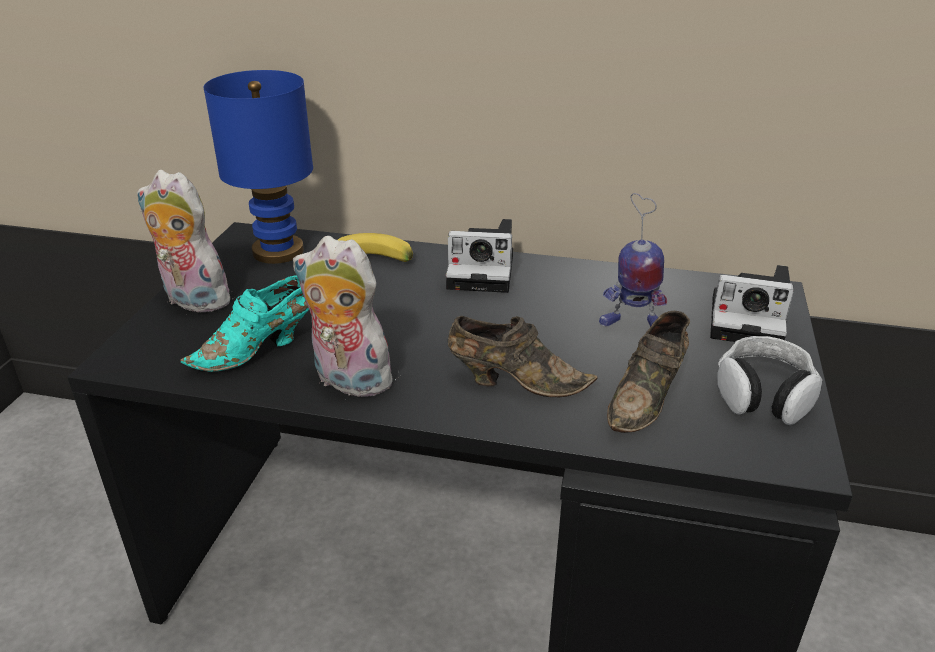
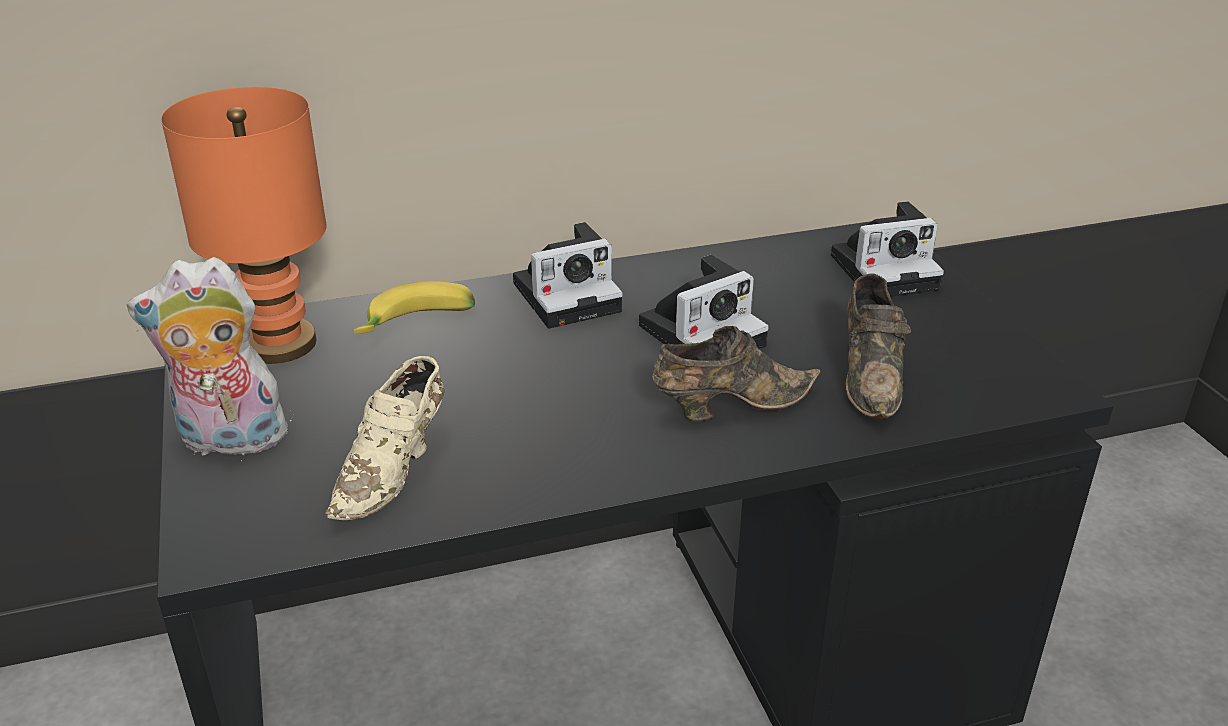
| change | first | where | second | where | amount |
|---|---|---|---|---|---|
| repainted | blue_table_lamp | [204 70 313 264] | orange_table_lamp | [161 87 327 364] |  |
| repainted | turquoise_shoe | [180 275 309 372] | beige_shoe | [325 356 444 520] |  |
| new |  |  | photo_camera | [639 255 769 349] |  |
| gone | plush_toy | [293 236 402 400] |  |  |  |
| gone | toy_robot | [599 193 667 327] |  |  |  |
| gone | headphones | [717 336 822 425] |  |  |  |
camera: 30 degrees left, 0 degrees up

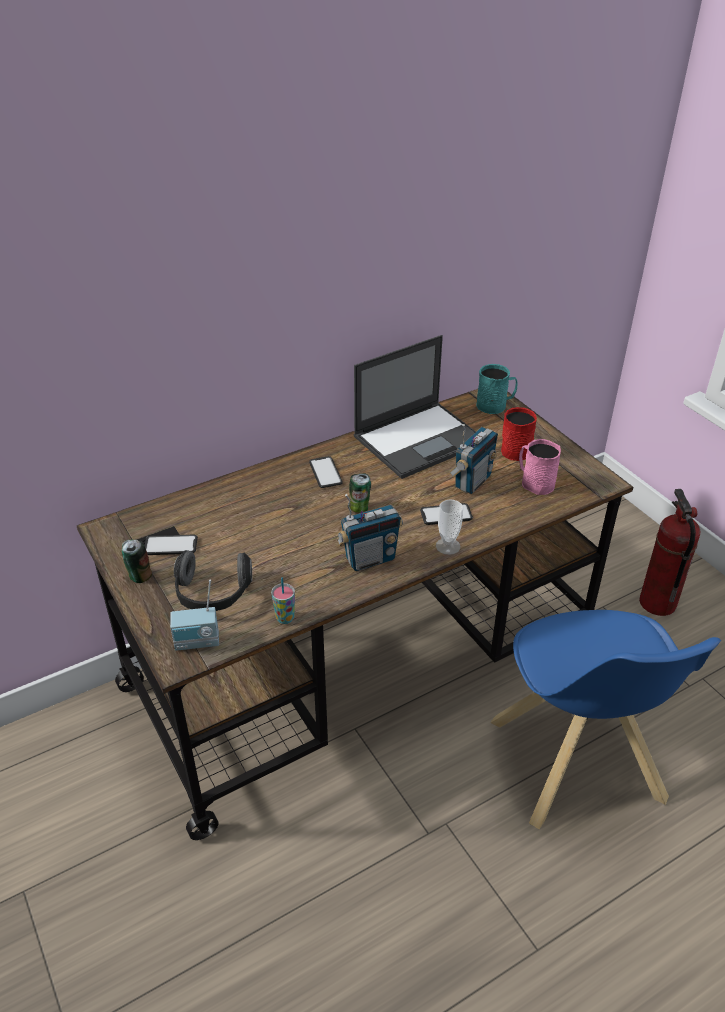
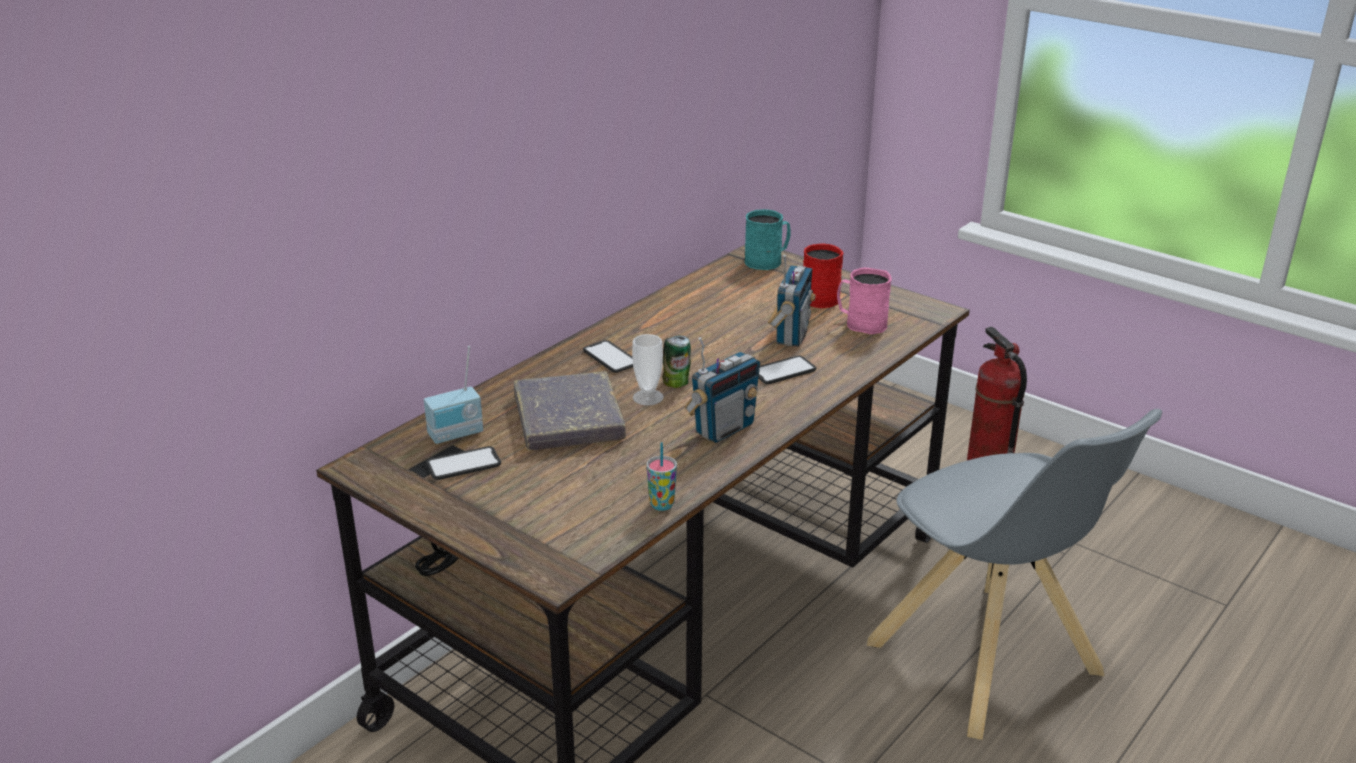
| change | first | where | second | where | amount |
|---|---|---|---|---|---|
| shifted | radio | [170 580 219 651] |  | [424 346 483 444] |  |
| new |  |  | grey_book | [514 371 626 450] |  |
| shifted | cup | [436 499 463 555] |  | [632 334 664 406] |  |
| repainted | blue_chair | [490 610 721 830] | grey_chair | [867 409 1162 740] |  |
| gone | can | [122 539 152 583] |  |  |  |
| gone | headphones | [174 550 252 611] |  |  |  |
| gone | laptop | [354 335 476 479] |  |  |  |
camera: 20 degrees left, 10 degrees down

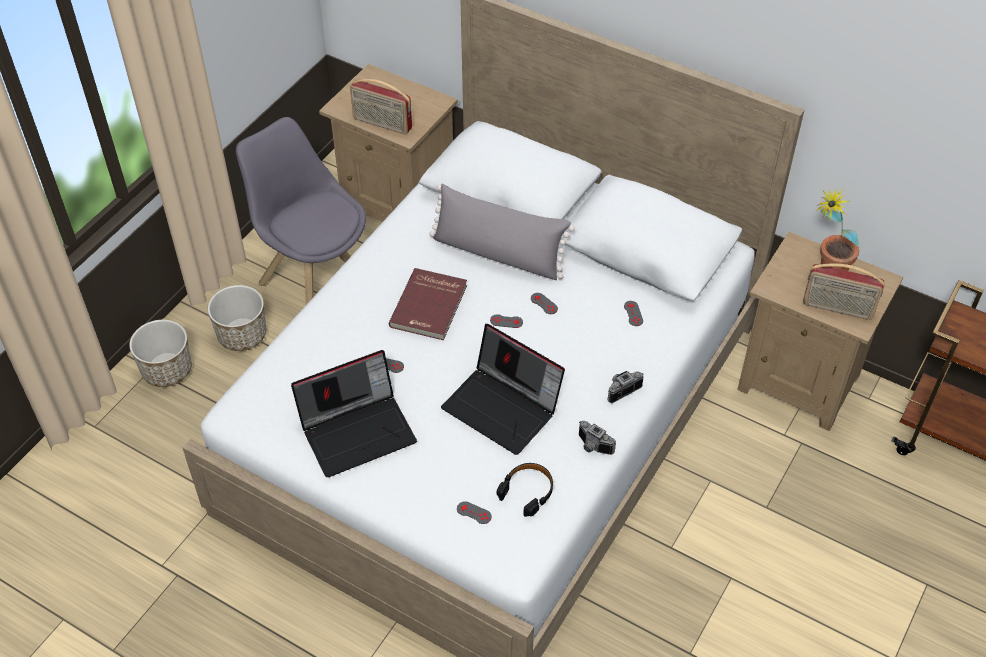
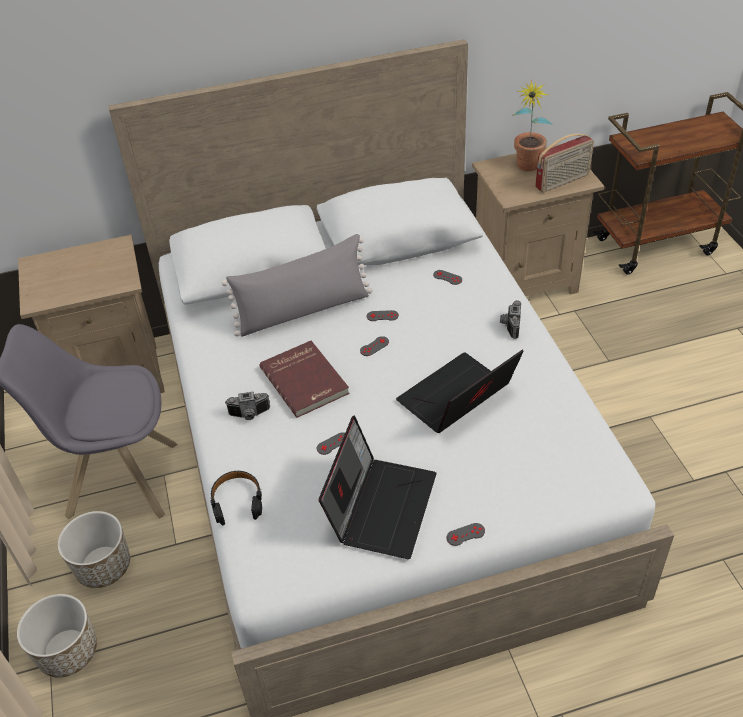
| change | first | where | second | where | amount |
|---|---|---|---|---|---|
| shifted | black_headphones | [497 463 553 517] |  | [210 471 262 526] |  |
| shifted | photo_camera | [579 421 616 455] |  | [225 392 270 420] |  |
| rotated | laptop | [441 324 565 455] |  | [396 349 524 433] | 150 degrees clockwise |
| shifted | grey_game_controller | [457 501 492 524] |  | [447 523 485 546] |  |
| gone | radio | [350 79 412 135] |  |  |  |
camera: 45 degrees left, 5 degrees down

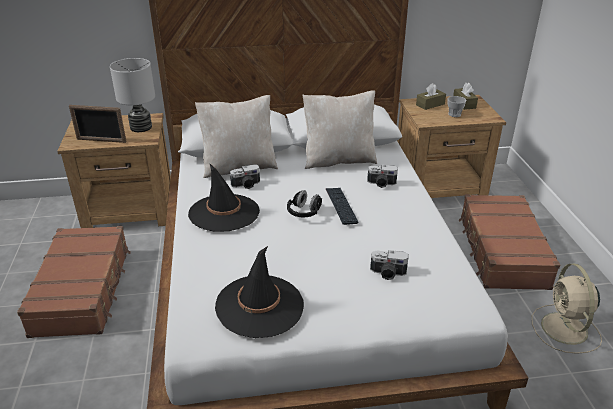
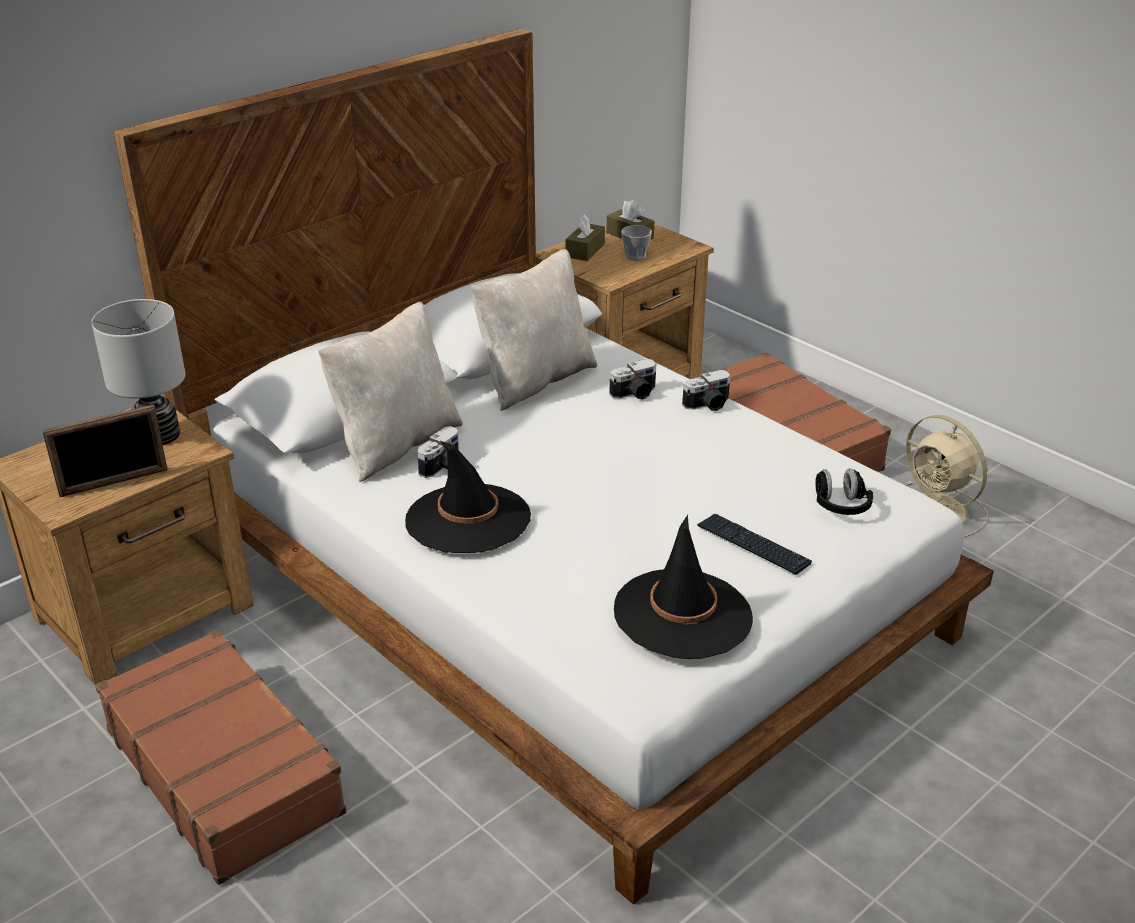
| change | first | where | second | where | amount |
|---|---|---|---|---|---|
| shifted | photo_camera | [370 250 409 280] |  | [682 370 731 411] |  |
| shifted | keyboard | [326 188 359 225] |  | [697 513 812 575] |  |
| shifted | black_headphones | [287 190 322 218] |  | [815 468 873 515] |  |
camera: 35 degrees left, 0 degrees up

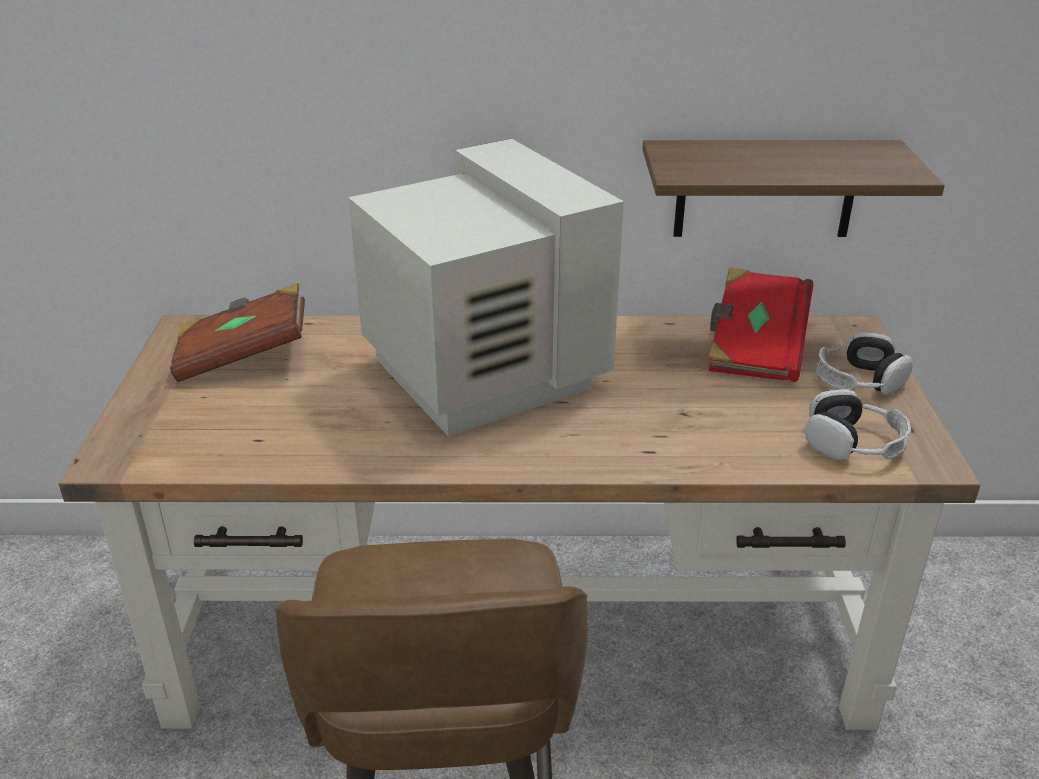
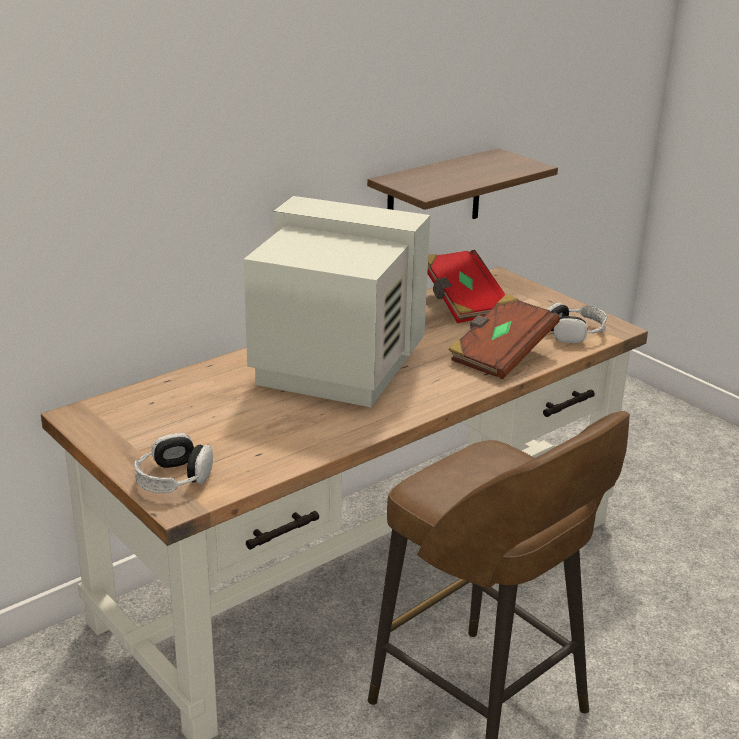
| change | first | where | second | where | amount |
|---|---|---|---|---|---|
| shifted | headphones | [816 332 913 395] |  | [134 433 213 493] |  |
| shifted | brown_book | [170 283 305 382] |  | [448 294 560 379] |  |
camera: 40 degrees left, 5 degrees down

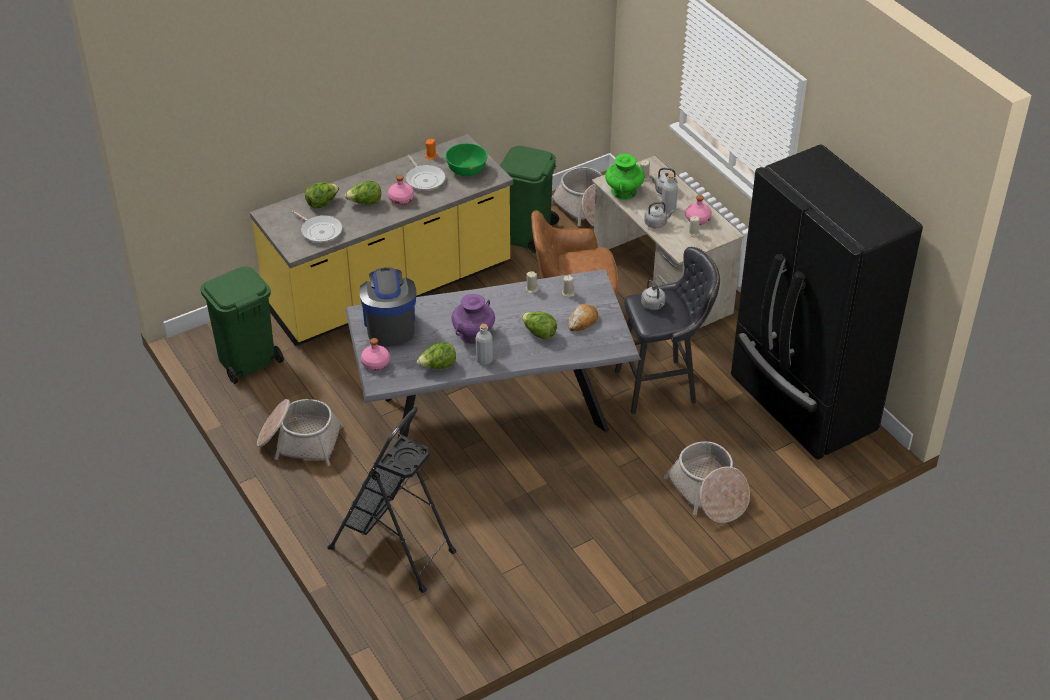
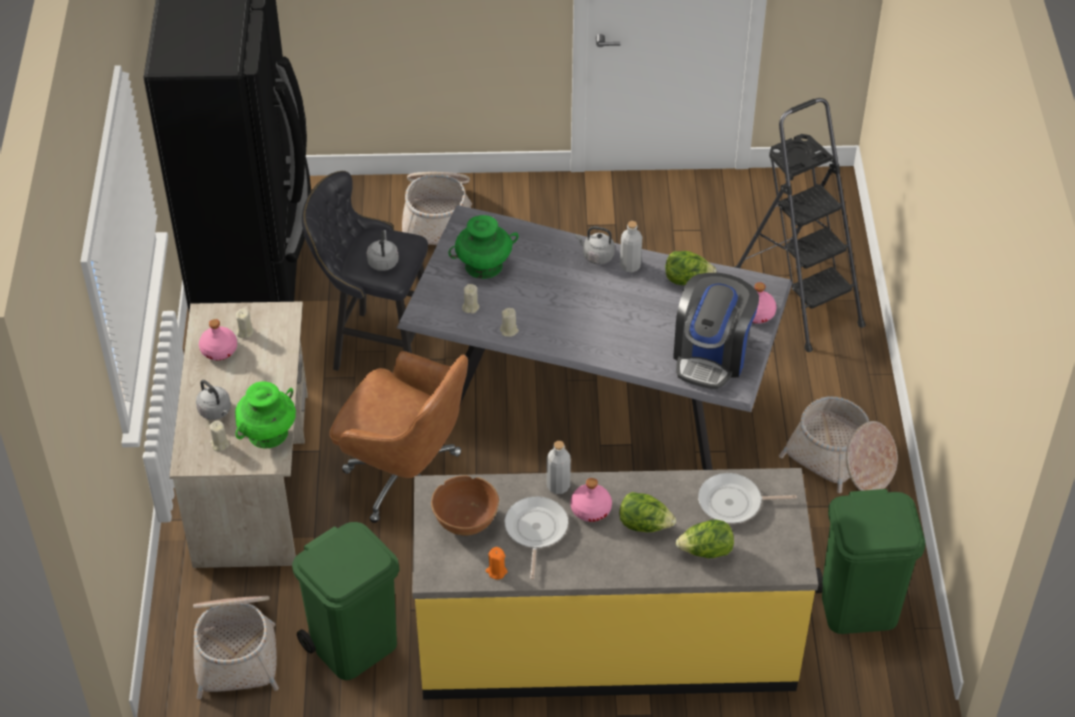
| change | first | where | second | where | amount |
|---|---|---|---|---|---|
| repainted | green_bowl | [445 143 488 176] | brown_bowl | [431 475 499 536] |  |
| swapped | bread | [568 304 598 331] | green_vase | [448 215 518 279] |  |
| shifted | grey_bottle | [661 174 678 213] |  | [547 441 571 494] |  |
| shifted | grey_kettle | [644 202 674 228] |  | [576 226 615 264] |  |
| rotated | frying_pan | [292 210 342 243] |  | [698 473 797 524] | 75 degrees counterclockwise |
| gone | purple_vase | [452 294 495 344] |  |  |  |
| gone | lettuce | [522 311 557 340] |  |  |  |
camera: 150 degrees left, 5 degrees up

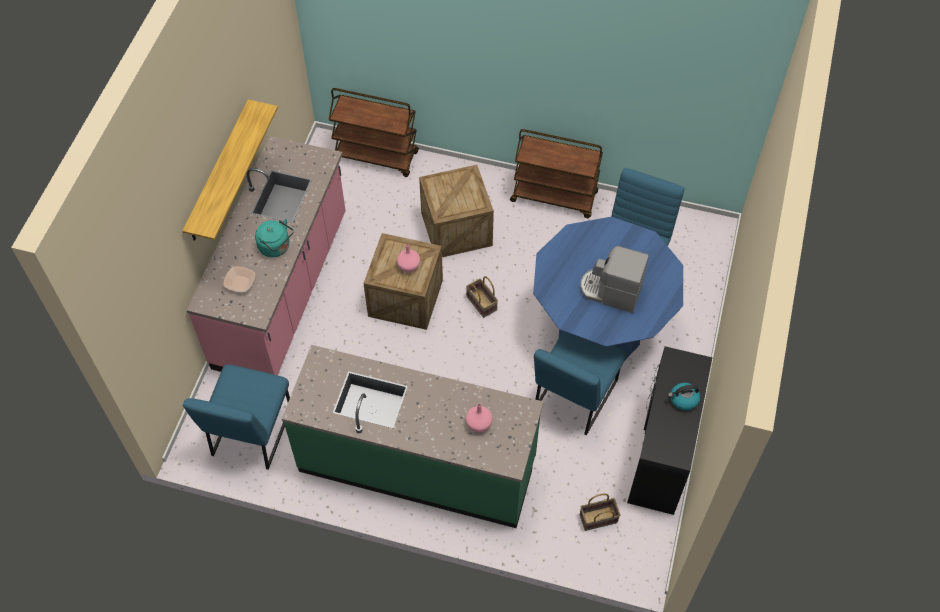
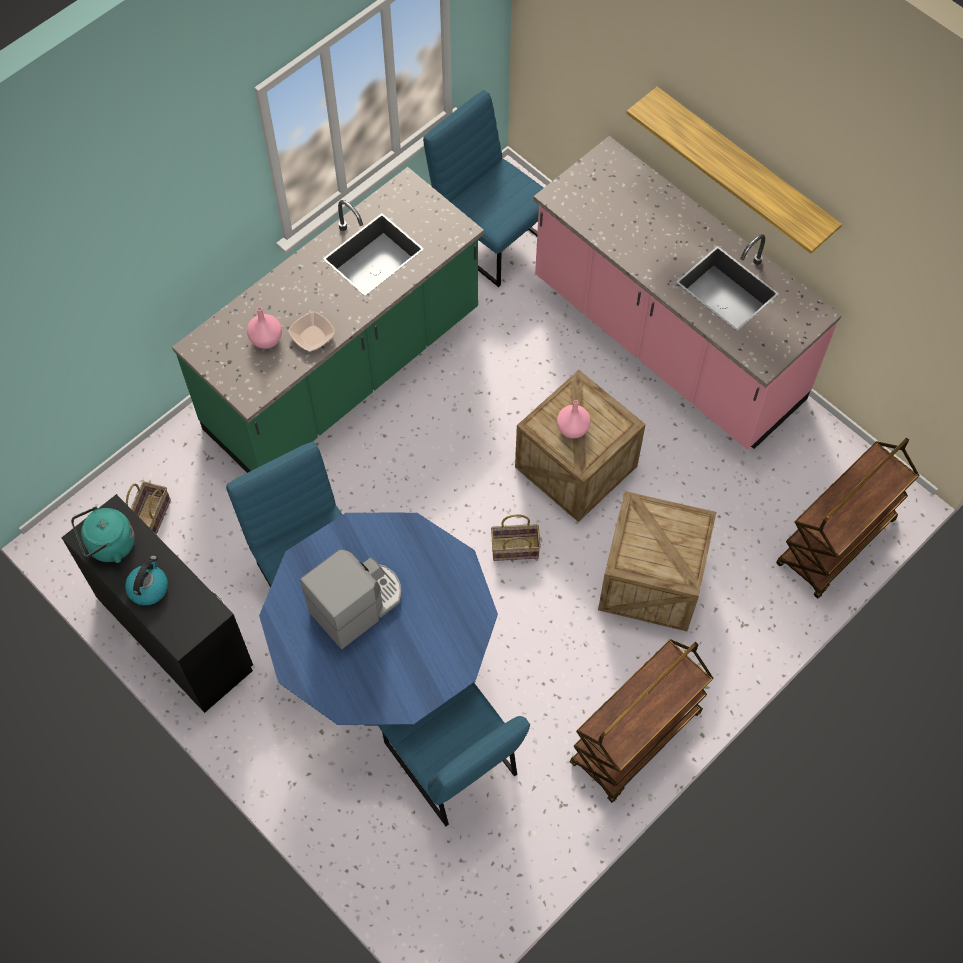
| change | first | where | second | where | amount |
|---|---|---|---|---|---|
| shifted | turquoise_kettle | [255 219 294 257] |  | [71 507 135 563] |  |
| shifted | bowl | [223 266 255 292] |  | [288 312 335 351] |  |
camera: 120 degrees right, 5 degrees up

